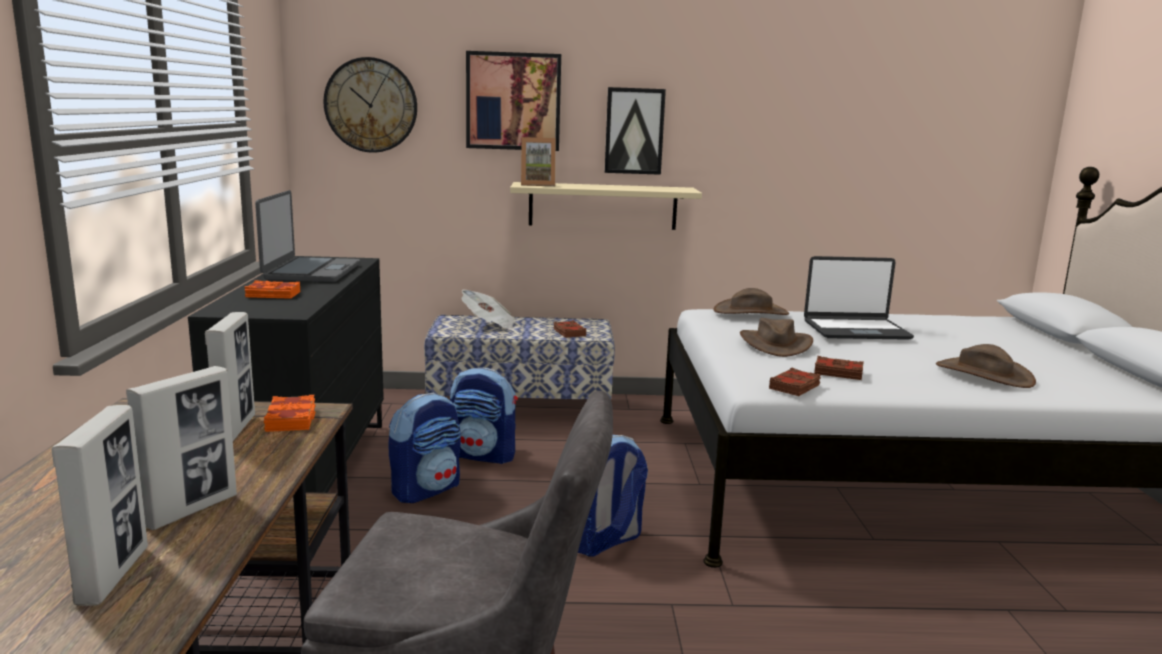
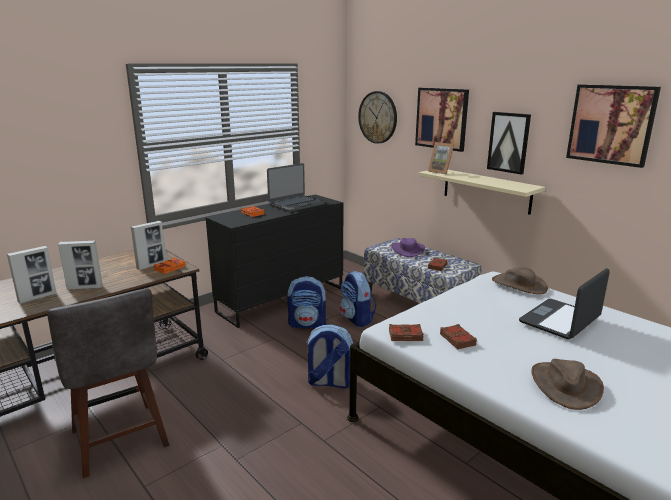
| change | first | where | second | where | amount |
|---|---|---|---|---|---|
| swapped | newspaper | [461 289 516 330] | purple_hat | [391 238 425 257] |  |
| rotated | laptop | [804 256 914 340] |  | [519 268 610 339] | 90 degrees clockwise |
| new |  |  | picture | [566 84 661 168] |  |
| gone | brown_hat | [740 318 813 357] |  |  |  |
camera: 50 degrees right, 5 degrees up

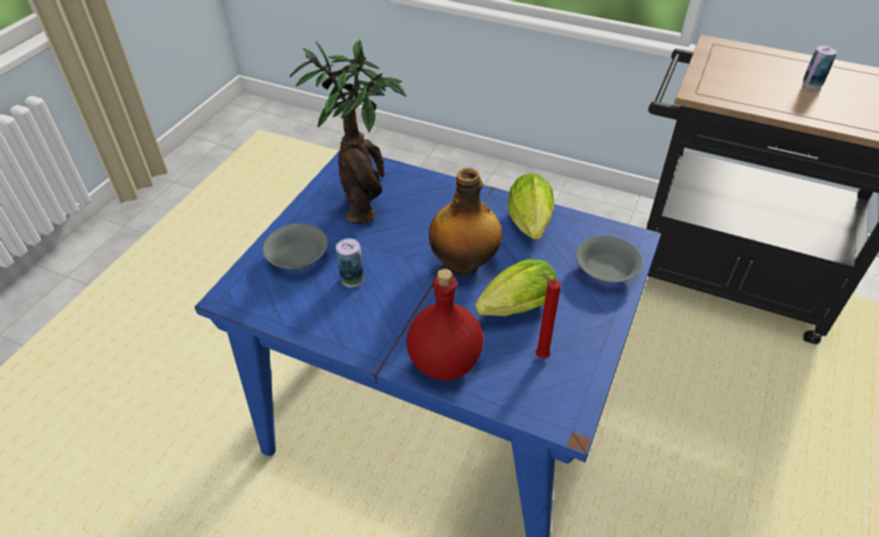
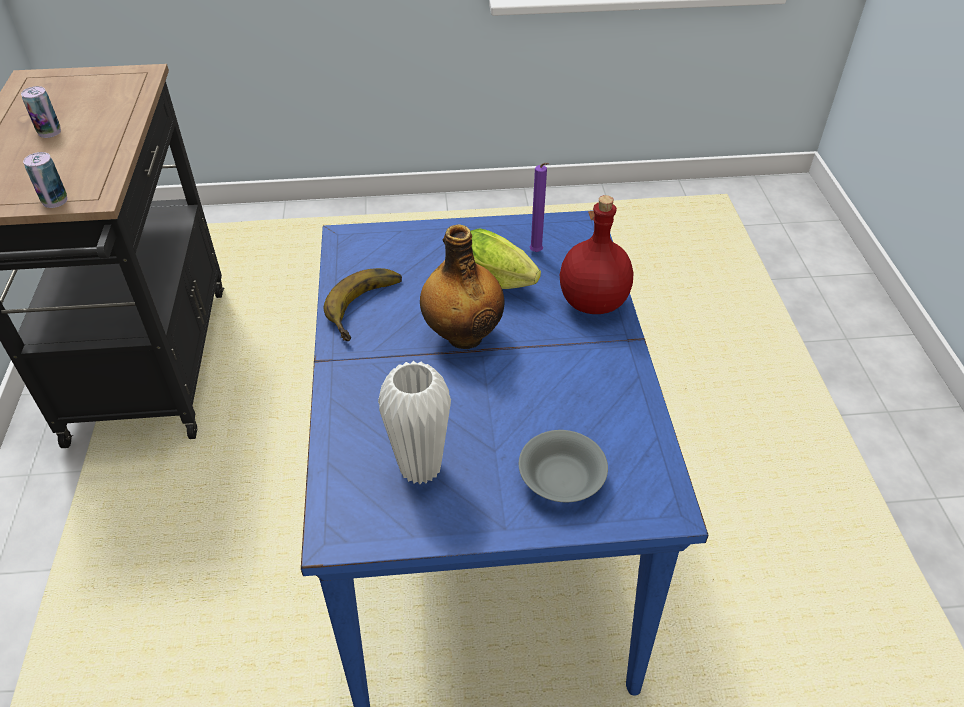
| change | first | where | second | where | amount |
|---|---|---|---|---|---|
| shifted | can | [336 238 364 287] |  | [23 152 68 208] |  |
| swapped | lettuce | [508 173 554 239] | banana | [324 268 402 341] |  |
| swapped | potted_plant | [290 39 406 224] | white_vase | [378 361 451 484] |  |
| repainted | red_candle | [536 275 561 359] | purple_candle | [530 163 549 252] |  |
| gone | grey_bowl | [576 235 643 283] |  |  |  |
camera: 120 degrees left, 0 degrees up

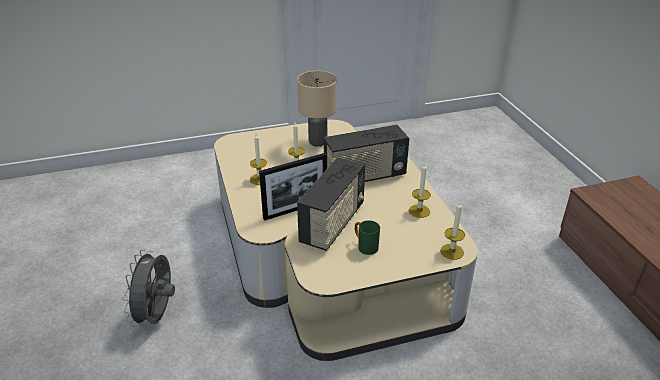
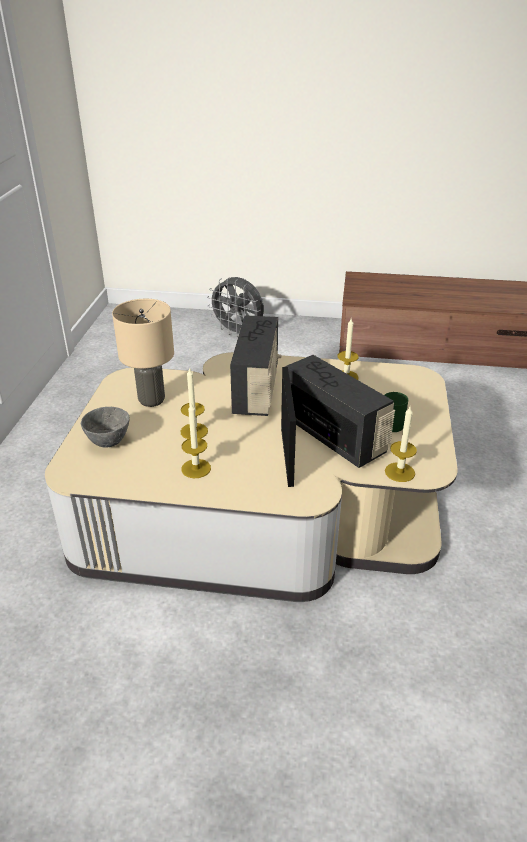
| change | first | where | second | where | amount |
|---|---|---|---|---|---|
| new |  |  | grey_bowl | [81 407 130 448] |  |
| shifted | grey_fan | [123 250 175 327] |  | [207 277 264 337] |  |
| shifted | candle | [440 202 465 260] |  | [385 405 417 482] |  |
camera: 65 degrees left, 0 degrees up

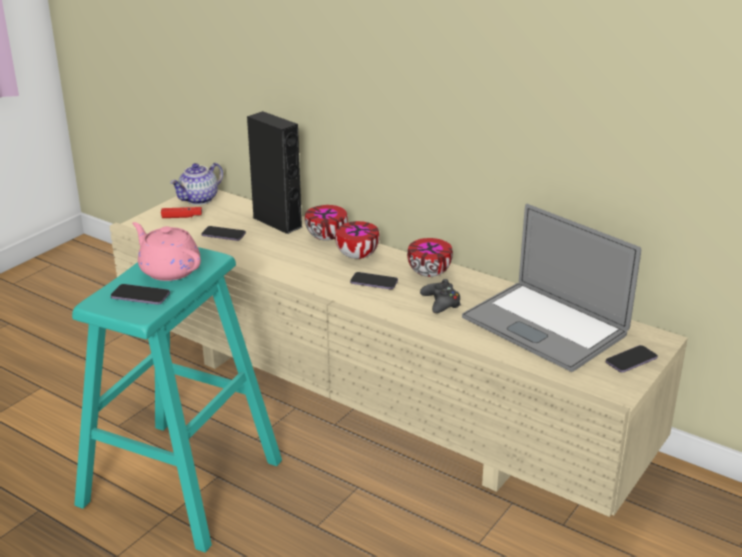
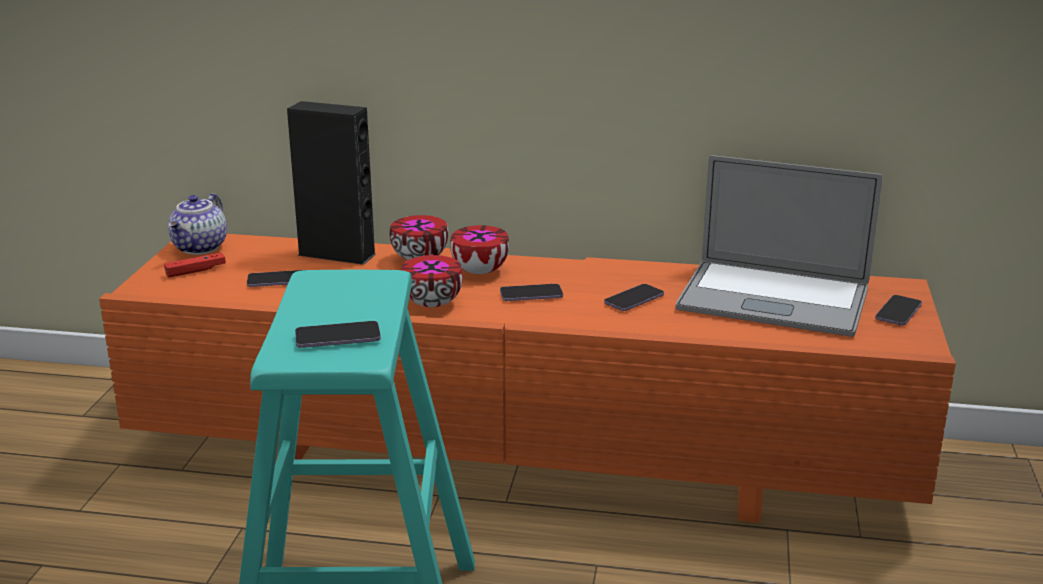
| change | first | where | second | where | amount |
|---|---|---|---|---|---|
| repainted | beige_tv_stand | [109 190 688 517] | orange_tv_stand | [99 234 956 523] |  |
| shifted | bowl | [407 238 453 277] |  | [401 255 463 307] |  |
| swapped | black_game_controller | [420 279 461 313] | phone | [604 284 664 311] |  |
| gone | pink_teapot | [132 222 201 281] |  |  |  |
camera: 25 degrees left, 5 degrees down

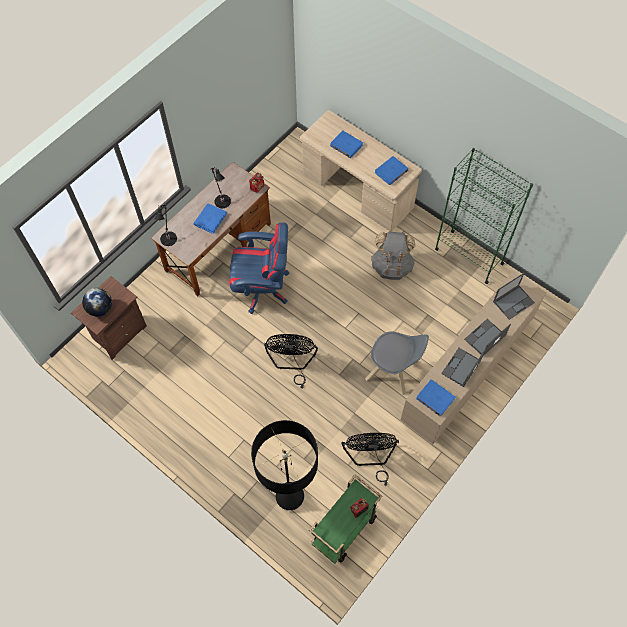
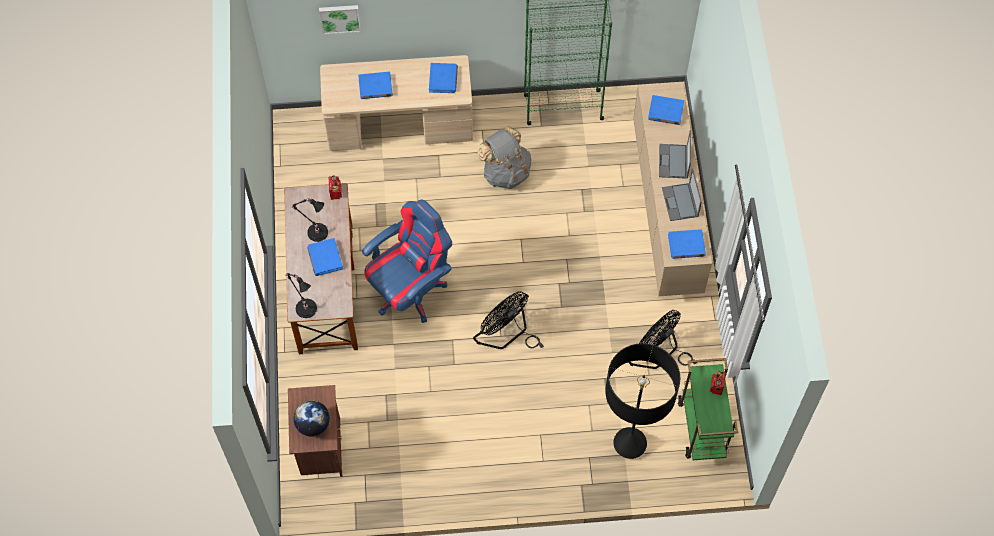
| change | first | where | second | where | amount |
|---|---|---|---|---|---|
| new |  |  | picture | [319 5 361 35] |  |
| swapped | laptop | [493 273 535 320] | blue_book | [648 95 684 125] |  |
| gone | grey_chair | [365 332 429 395] |  |  |  |
camera: 45 degrees left, 0 degrees up

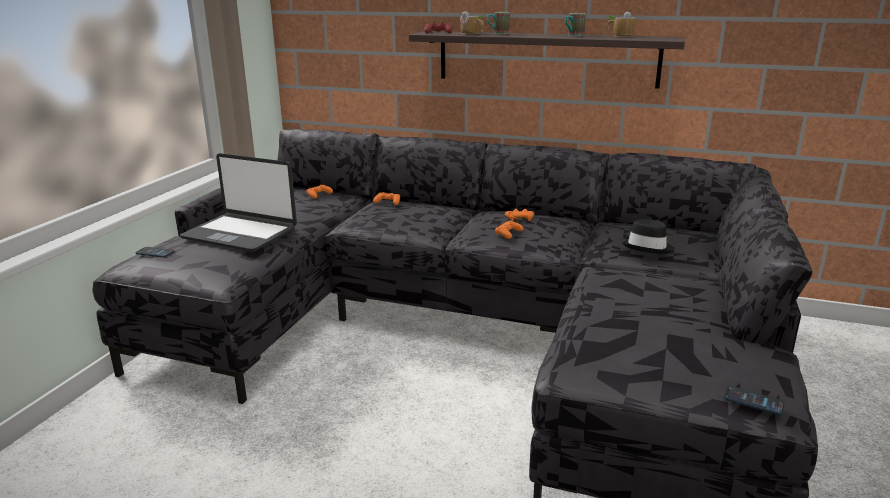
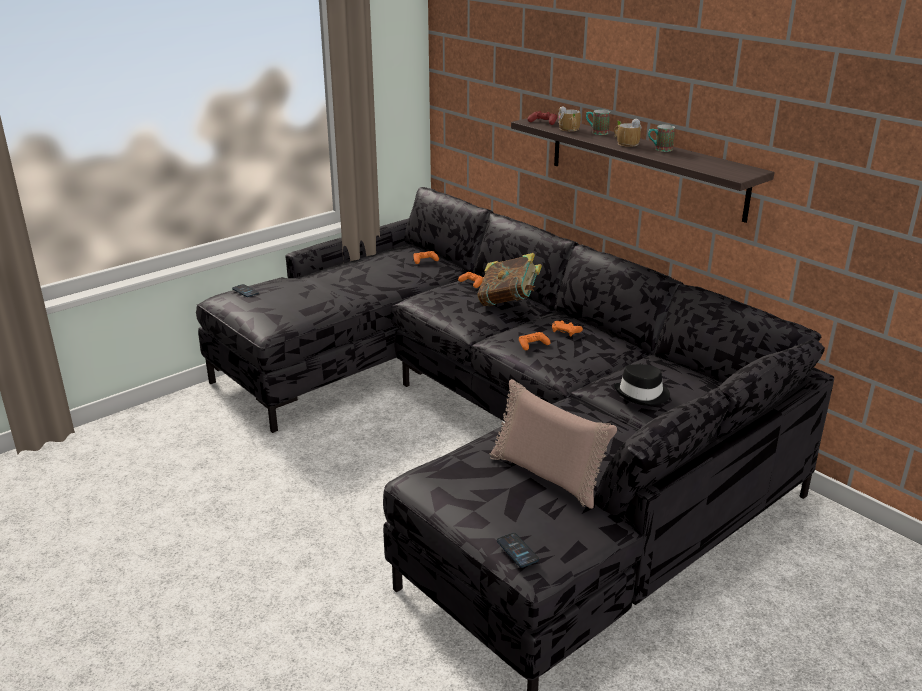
| change | first | where | second | where | amount |
|---|---|---|---|---|---|
| new |  |  | book | [477 253 542 306] |  |
| new |  |  | beige_pillow | [490 379 617 509] |  |
| shifted | mug | [606 12 636 37] |  | [614 118 641 147] |  |
| gone | laptop | [180 153 297 252] |  |  |  |
camera: 30 degrees right, 5 degrees up

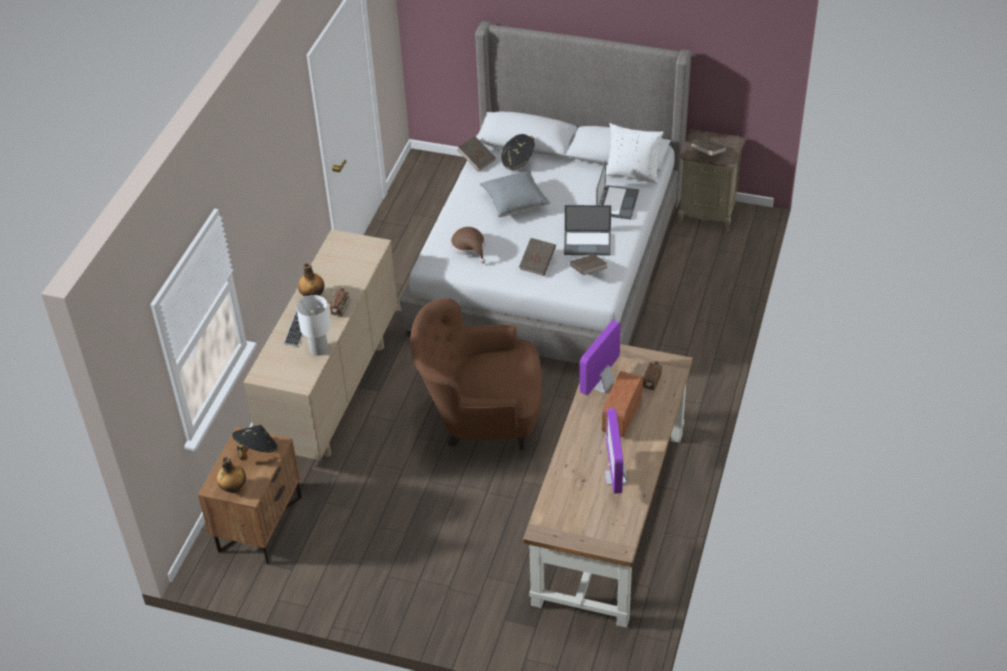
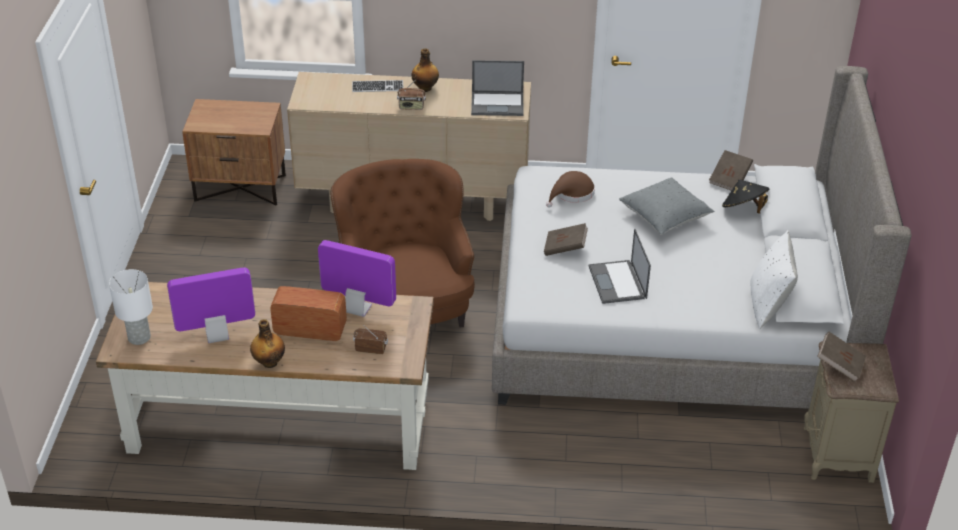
| change | first | where | second | where | amount |
|---|---|---|---|---|---|
| shifted | white_table_lamp | [296 295 331 356] |  | [109 269 153 345] |  |
| shifted | bottle | [217 457 246 493] |  | [250 319 285 368] |  |
| shifted | laptop | [596 161 639 220] |  | [471 60 524 116] |  |
| gone | black_hat | [232 425 278 460] |  |  |  |
| gone | brown_book | [570 254 608 275] |  |  |  |
camera: 75 degrees right, 5 degrees down

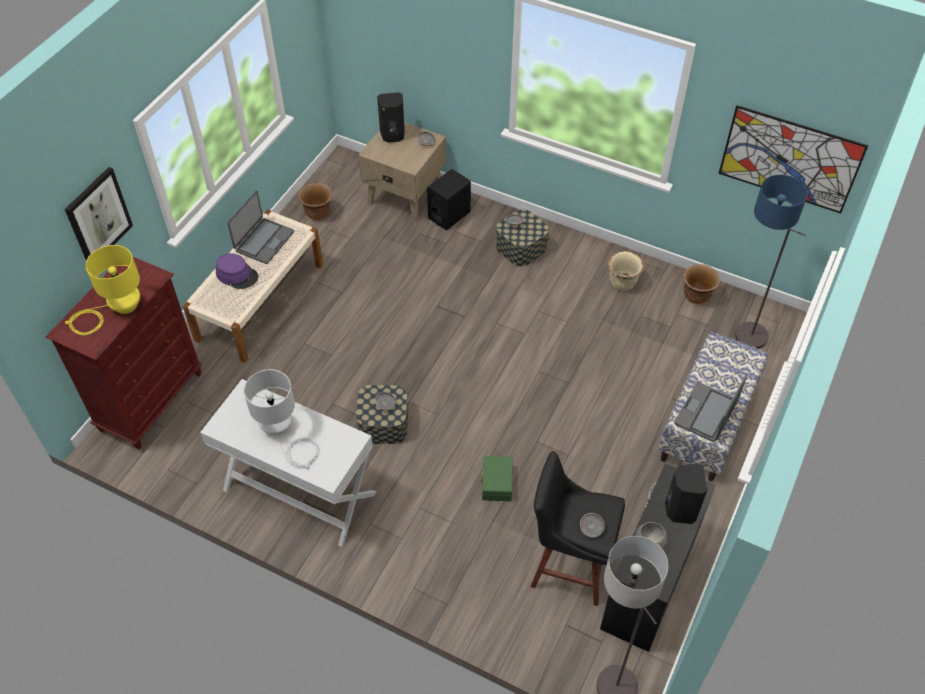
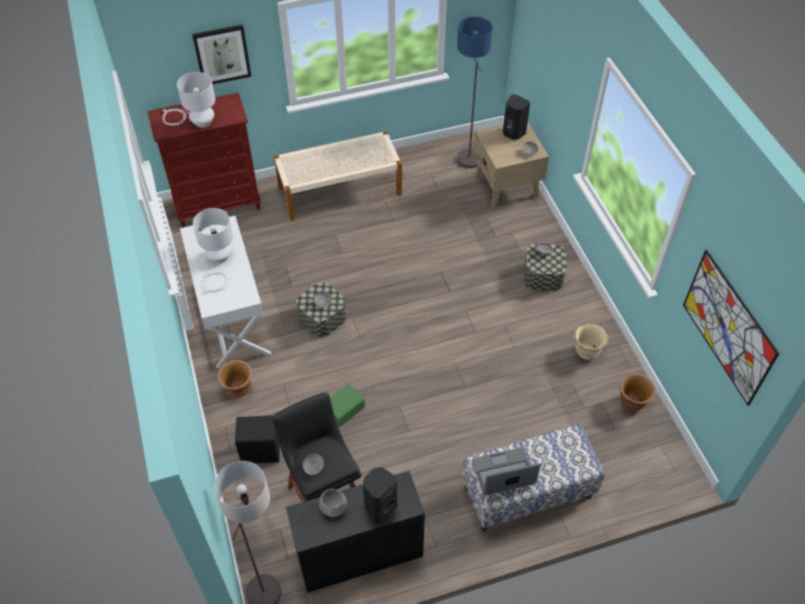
| change | first | where | second | where | amount |
|---|---|---|---|---|---|
| repainted | yellow_table_lamp | [65 245 140 335] | white_table_lamp | [162 72 215 128] |  |
| shifted | brown_planter | [298 183 332 220] |  | [217 360 252 397] |  |
| shifted | black_speaker | [427 169 471 230] |  | [235 415 280 463] |  |
| shifted | blue_floor_lamp | [735 175 807 349] |  | [457 17 493 168] |  |
| gone | purple_hat | [216 253 259 289] |  |  |  |
| gone | laptop | [227 191 294 264] |  |  |  |
camera: 45 degrees right, 0 degrees up

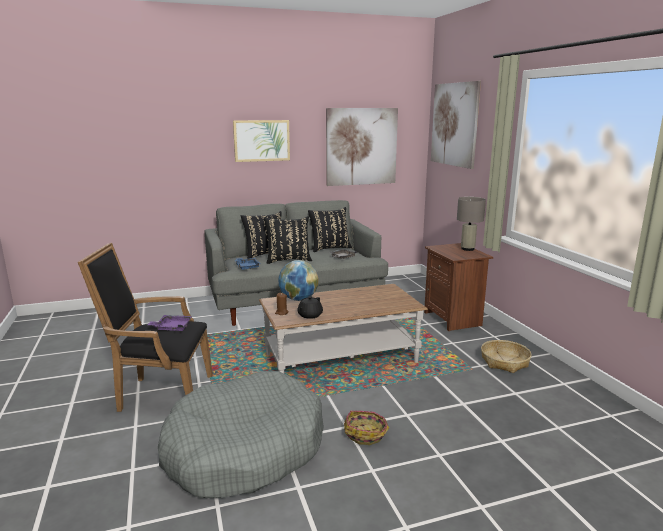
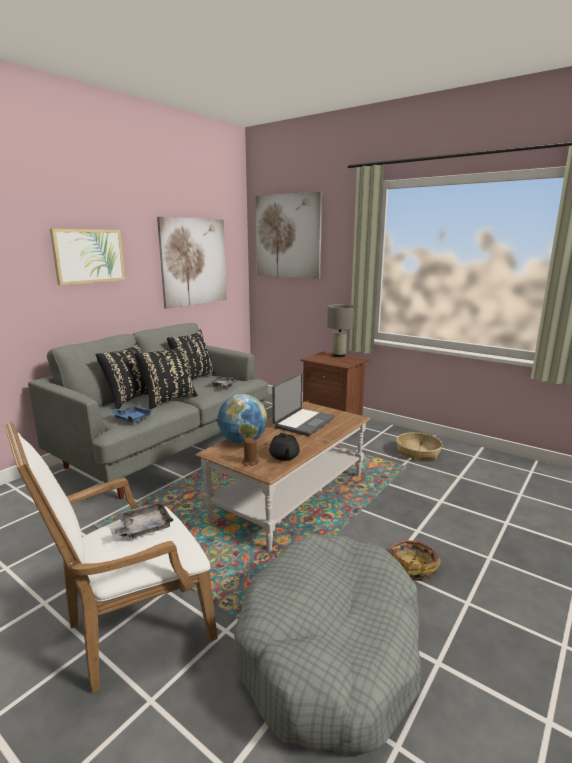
| change | first | where | second | where | amount |
|---|---|---|---|---|---|
| repainted | black_armchair | [78 242 213 412] | white_armchair | [4 421 218 694] |  |
| repainted | purple_tray | [147 315 192 331] | grey_tray | [110 501 173 538] |  |
| new |  |  | laptop | [272 373 335 436] |  |
camera: 35 degrees left, 0 degrees up

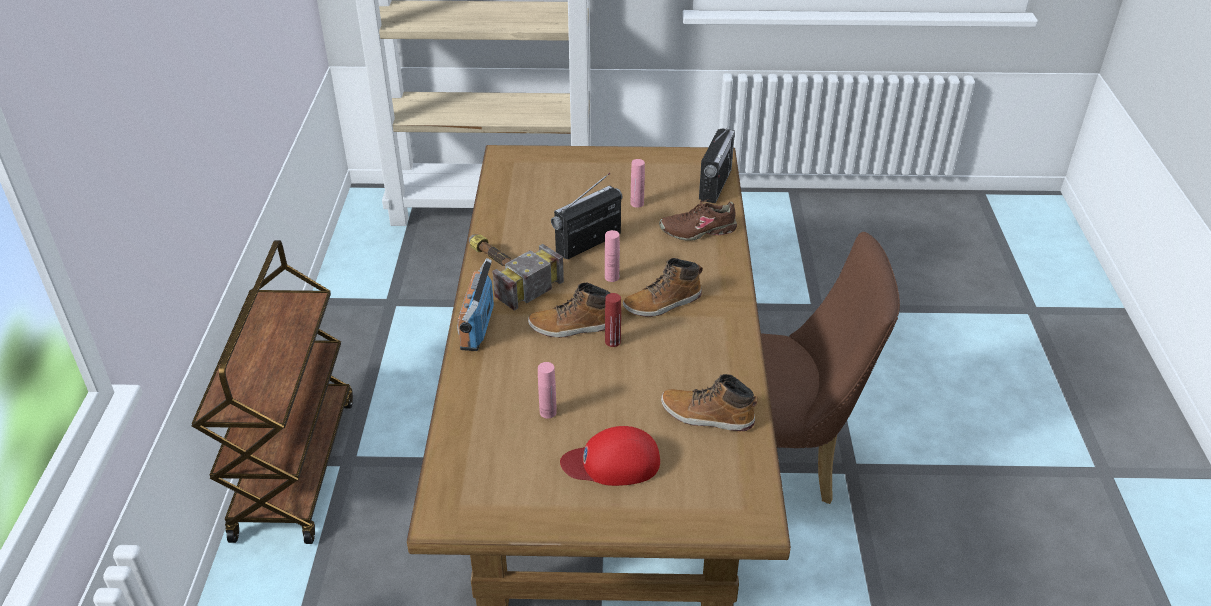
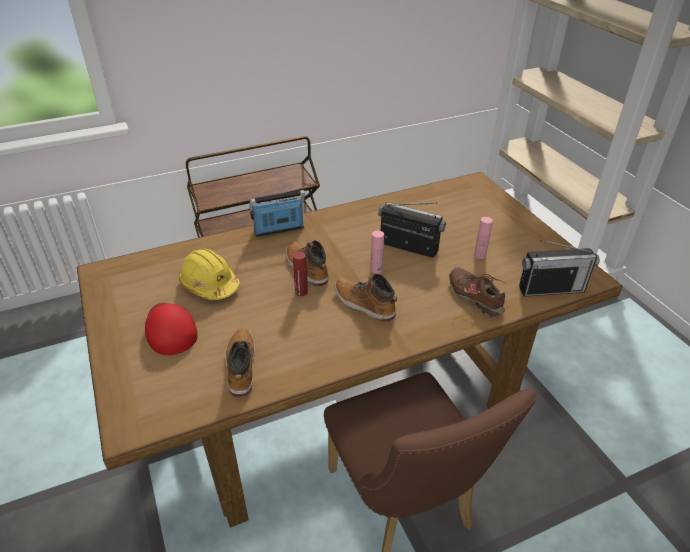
| change | first | where | second | where | amount |
|---|---|---|---|---|---|
| swapped | pink_bottle | [538 362 557 419] | yellow_hard_hat | [179 248 240 300] |  |
| gone | hammer | [469 234 564 311] |  |  |  |
camera: 65 degrees right, 0 degrees up

